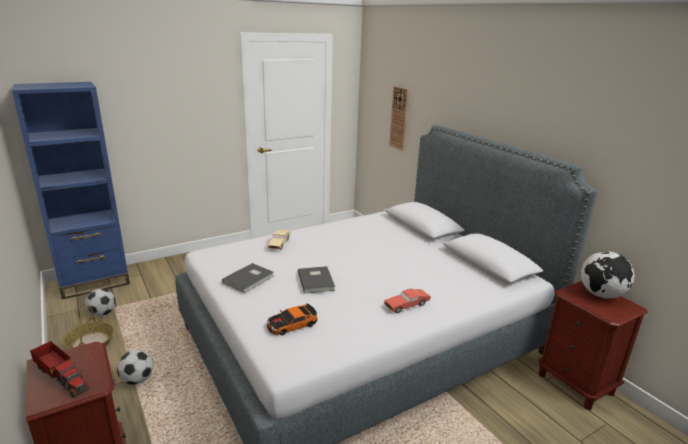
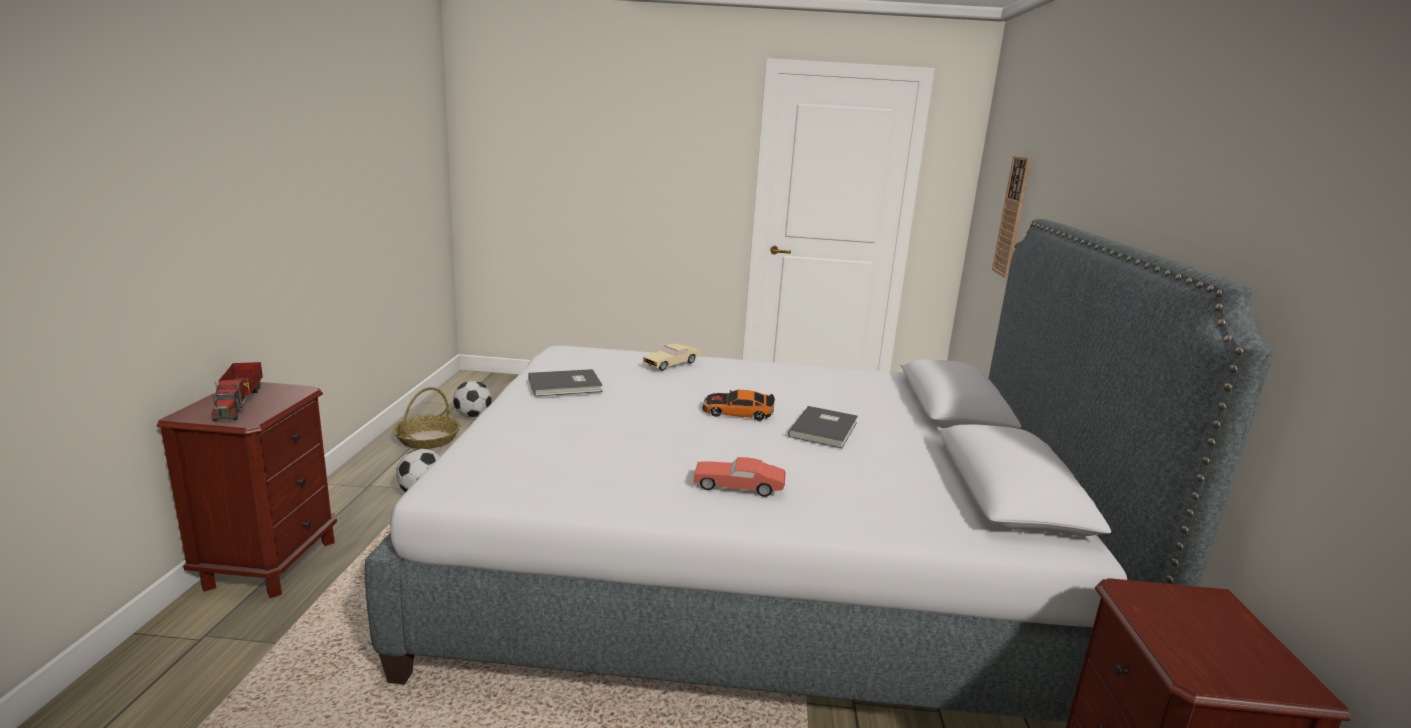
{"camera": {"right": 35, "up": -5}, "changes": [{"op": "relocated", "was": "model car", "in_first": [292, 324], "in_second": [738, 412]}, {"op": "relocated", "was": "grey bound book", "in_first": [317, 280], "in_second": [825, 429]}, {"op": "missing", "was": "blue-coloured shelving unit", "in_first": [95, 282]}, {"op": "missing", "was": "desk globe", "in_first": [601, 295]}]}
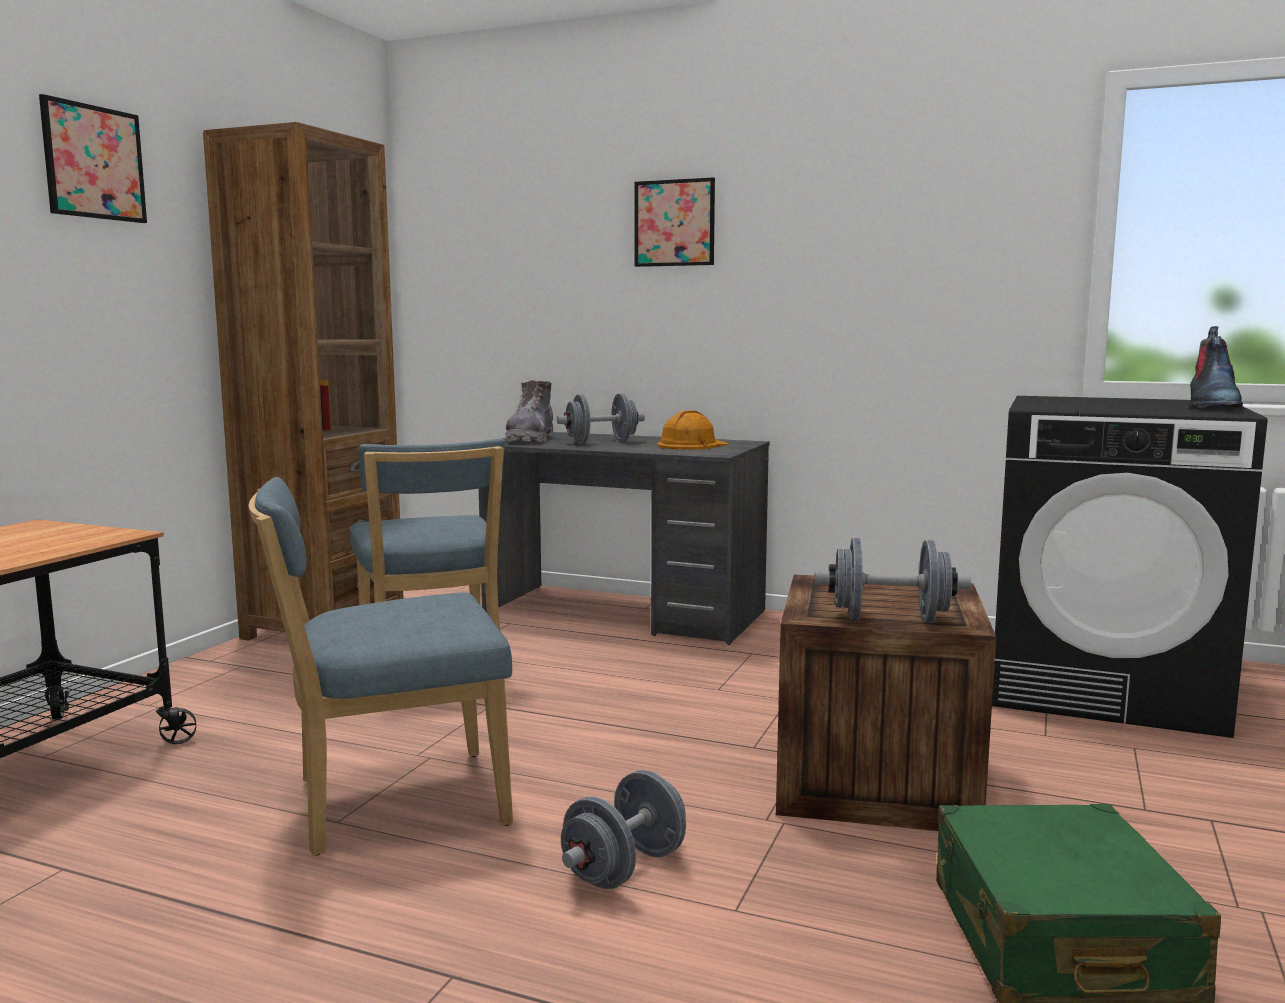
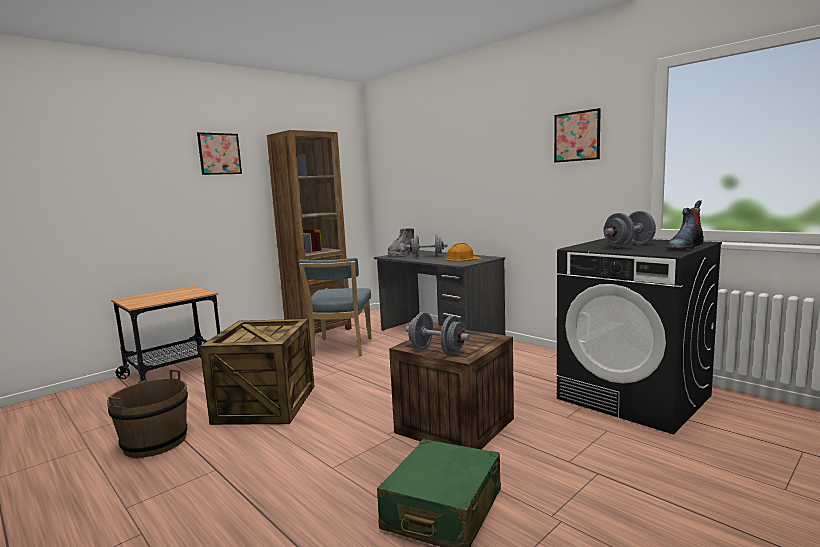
{"camera": {"right": 25, "up": 0}, "changes": [{"op": "appeared", "now": "brownish pail", "in_second": [155, 442]}, {"op": "exchanged", "was": "blue-coloured plain chair", "now": "packing crate", "in_first": [390, 803], "in_second": [264, 404]}, {"op": "relocated", "was": "wall picture", "in_first": [674, 223], "in_second": [577, 136]}, {"op": "relocated", "was": "grey hand weight", "in_first": [624, 868], "in_second": [629, 245]}]}
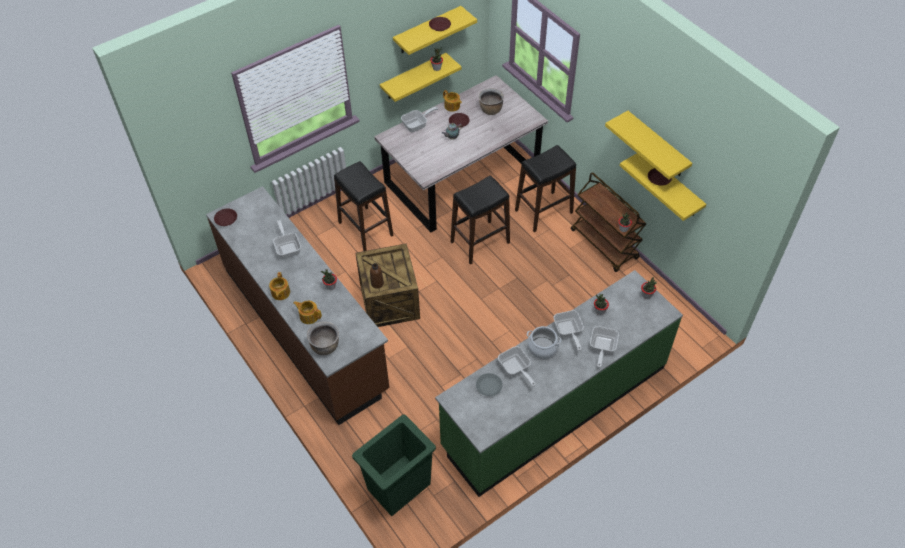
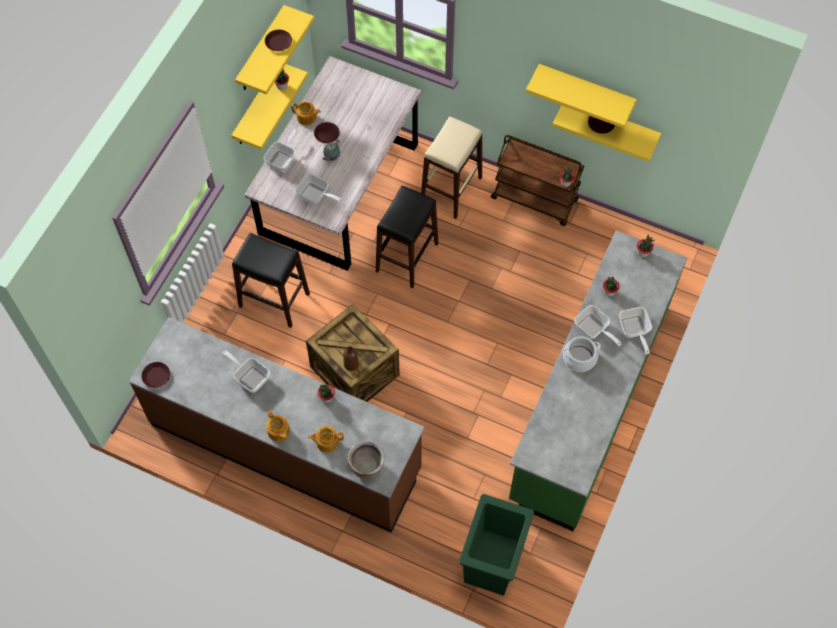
{"camera": {"right": -30, "up": 10}, "changes": [{"op": "relocated", "was": "skillet", "in_first": [515, 370], "in_second": [316, 196]}, {"op": "colour", "was": "black-coloured stool", "now": "sand-coloured stool", "in_first": [543, 212], "in_second": [451, 190]}, {"op": "missing", "was": "grey plate", "in_first": [489, 386]}, {"op": "missing", "was": "brownish stockpot", "in_first": [490, 110]}]}
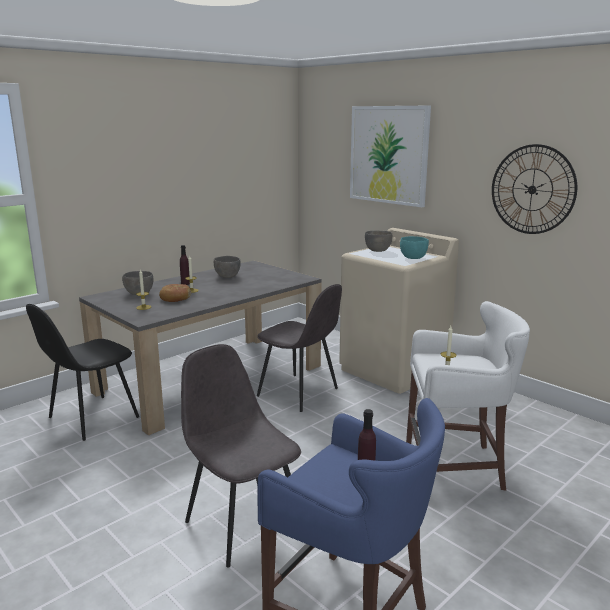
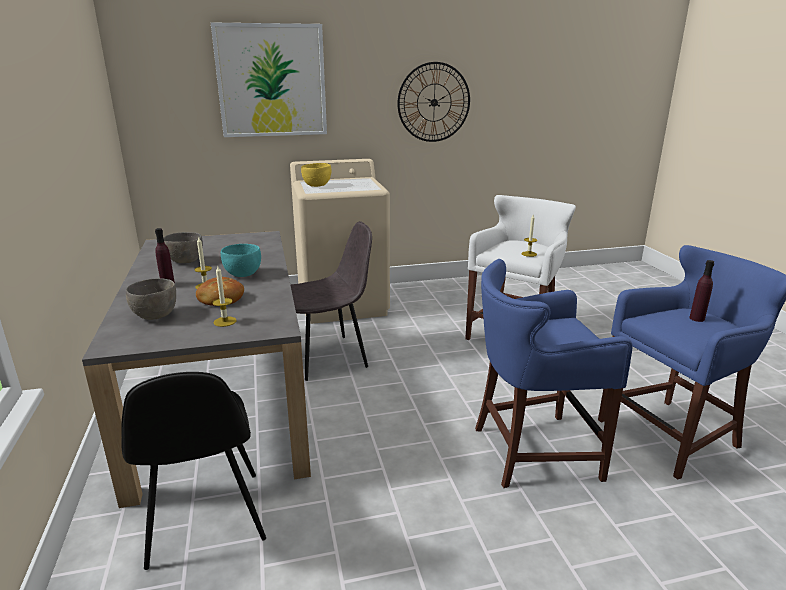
{"camera": {"right": -60, "up": 5}, "changes": [{"op": "relocated", "was": "turquoise bowl", "in_first": [413, 258], "in_second": [243, 274]}, {"op": "colour", "was": "grey bowl", "now": "yellow-coloured bowl", "in_first": [378, 251], "in_second": [317, 186]}, {"op": "exchanged", "was": "grey plain chair", "now": "blue-coloured stool", "in_first": [243, 522], "in_second": [531, 451]}]}
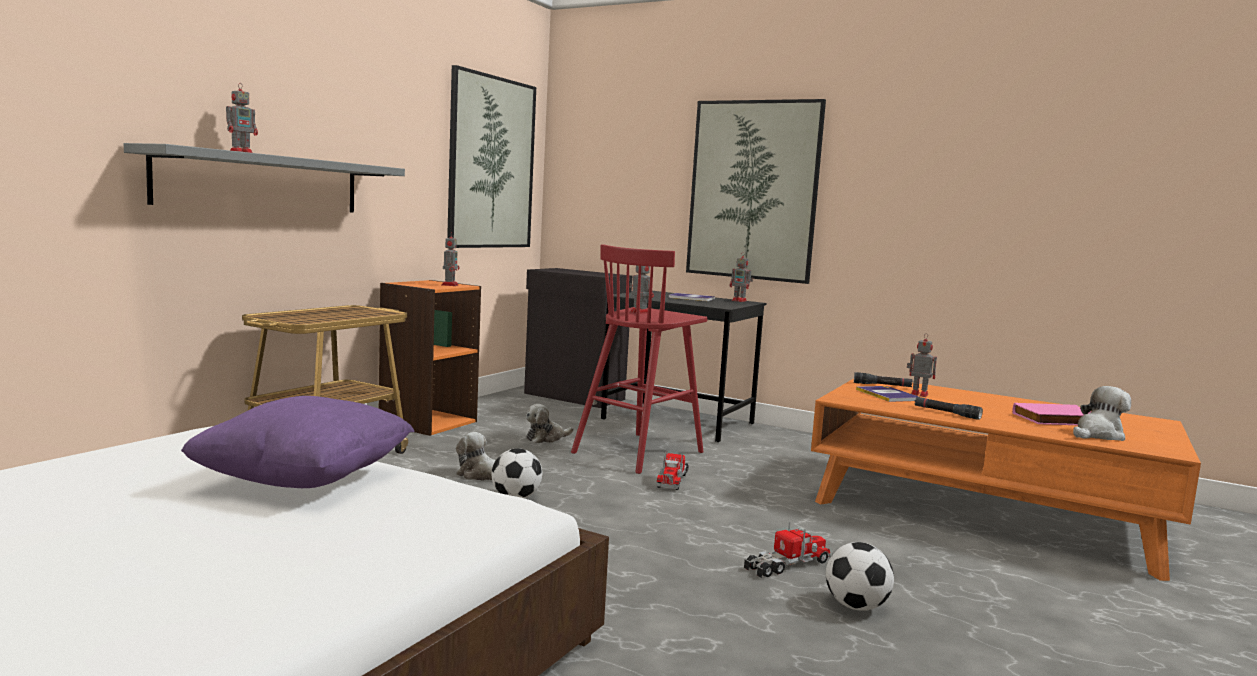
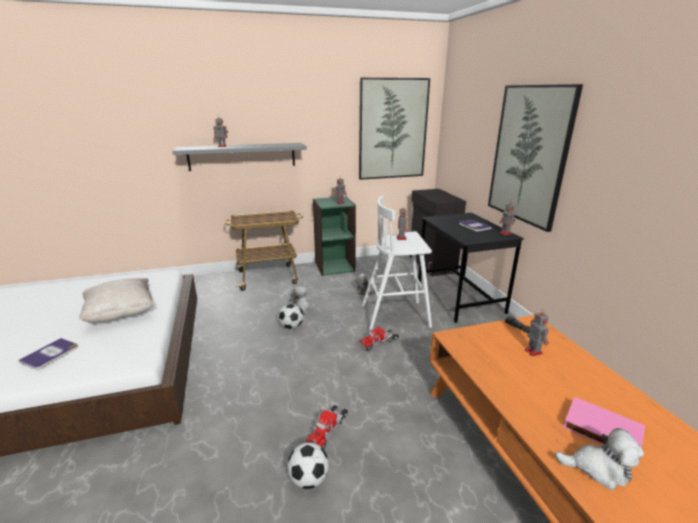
{"camera": {"right": 45, "up": 15}, "changes": [{"op": "relocated", "was": "bound book", "in_first": [887, 395], "in_second": [50, 354]}, {"op": "colour", "was": "purple cushion", "now": "sand-coloured cushion", "in_first": [304, 482], "in_second": [121, 314]}, {"op": "spun", "was": "toy truck", "in_first": [787, 565], "in_second": [328, 429], "clockwise": 105}, {"op": "colour", "was": "orange-coloured shelving unit", "now": "green-coloured shelving unit", "in_first": [427, 422], "in_second": [334, 266]}, {"op": "colour", "was": "reddish stool", "now": "white stool", "in_first": [639, 452], "in_second": [396, 316]}, {"op": "missing", "was": "black-coloured hand torch", "in_first": [946, 413]}]}
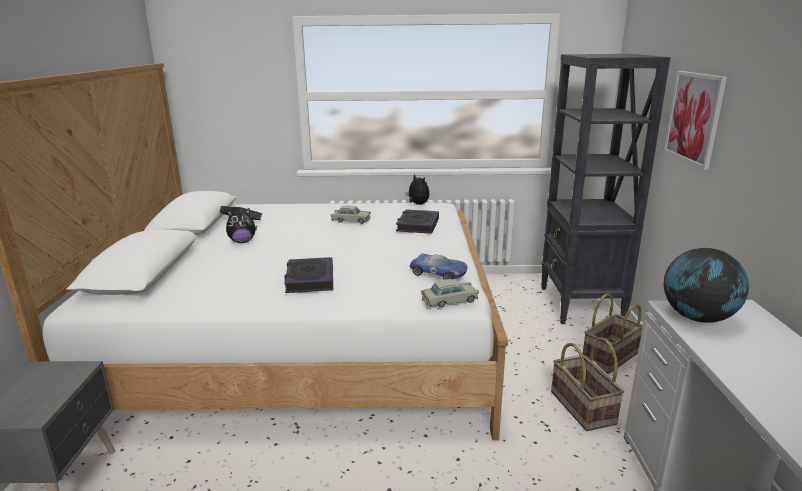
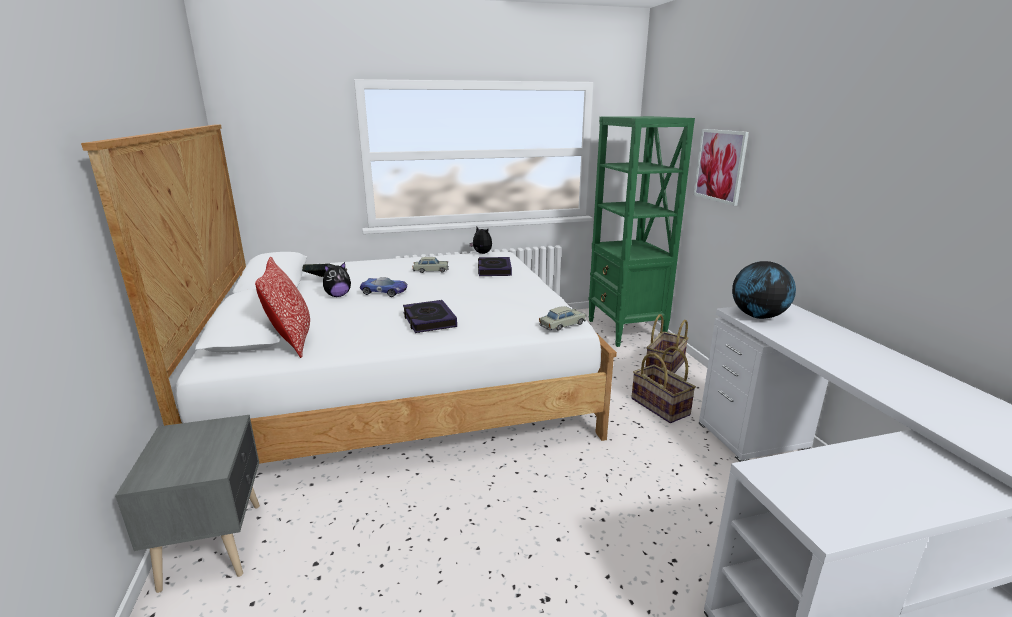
{"camera": {"right": -15, "up": 0}, "changes": [{"op": "appeared", "now": "cushion", "in_second": [292, 341]}, {"op": "relocated", "was": "model car", "in_first": [439, 273], "in_second": [385, 291]}, {"op": "colour", "was": "black-coloured shelving unit", "now": "green-coloured shelving unit", "in_first": [580, 305], "in_second": [625, 330]}]}
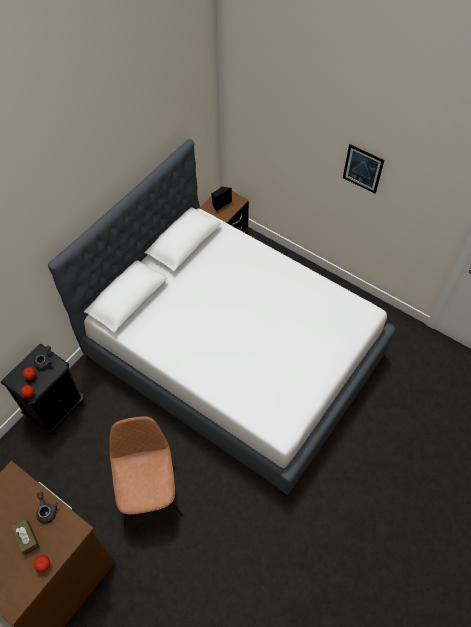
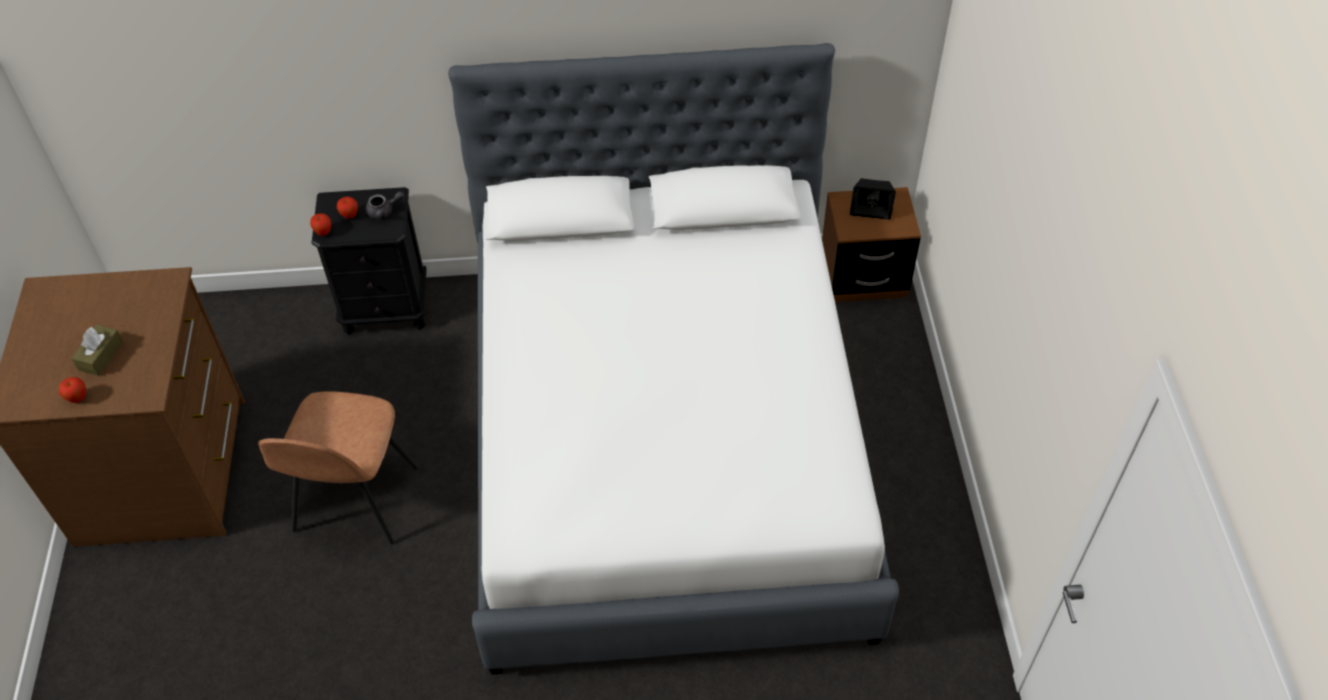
{"camera": {"right": 50, "up": -5}, "changes": [{"op": "spun", "was": "brownish plain chair", "in_first": [150, 493], "in_second": [354, 502], "clockwise": 150}, {"op": "missing", "was": "grey teapot", "in_first": [47, 510]}, {"op": "missing", "was": "wall picture", "in_first": [363, 169]}]}
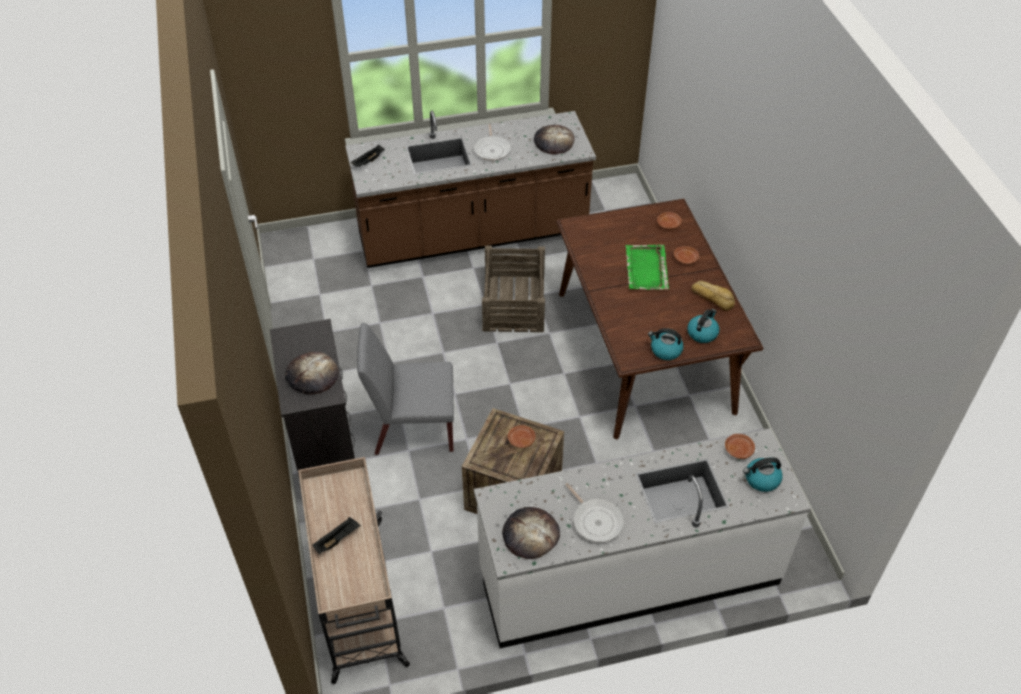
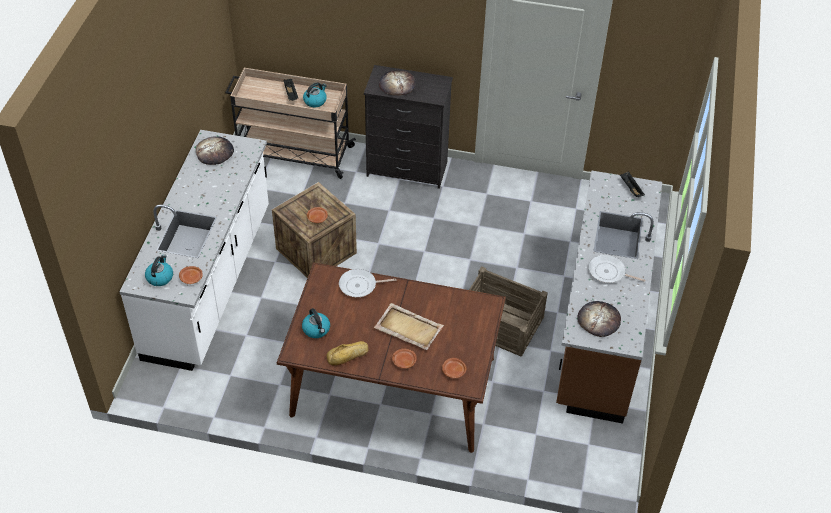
{"camera": {"right": 115, "up": 0}, "changes": [{"op": "relocated", "was": "tea kettle", "in_first": [665, 350], "in_second": [315, 101]}, {"op": "relocated", "was": "skillet", "in_first": [596, 520], "in_second": [360, 285]}, {"op": "colour", "was": "green-coloured tray", "now": "sand-coloured tray", "in_first": [646, 269], "in_second": [408, 328]}, {"op": "missing", "was": "grey plain chair", "in_first": [413, 428]}]}
